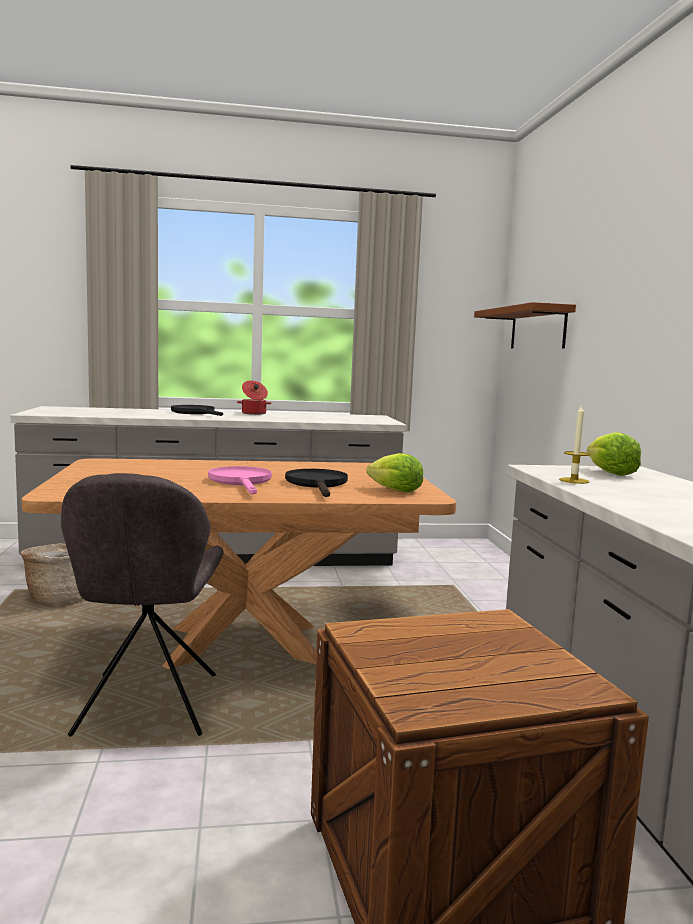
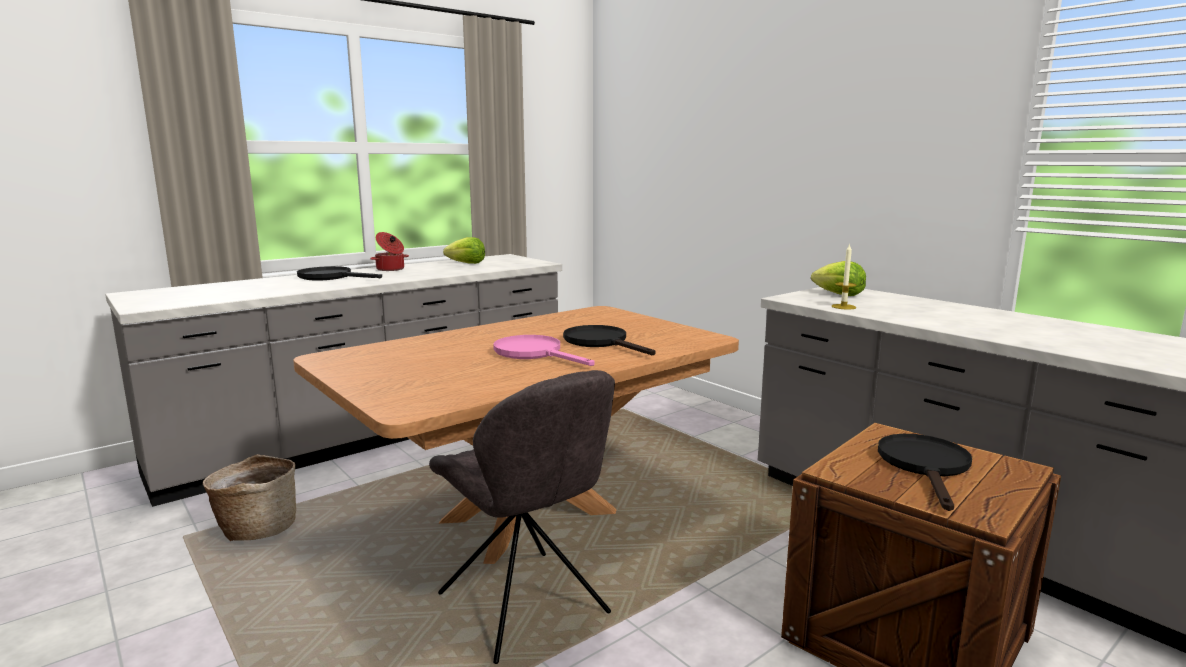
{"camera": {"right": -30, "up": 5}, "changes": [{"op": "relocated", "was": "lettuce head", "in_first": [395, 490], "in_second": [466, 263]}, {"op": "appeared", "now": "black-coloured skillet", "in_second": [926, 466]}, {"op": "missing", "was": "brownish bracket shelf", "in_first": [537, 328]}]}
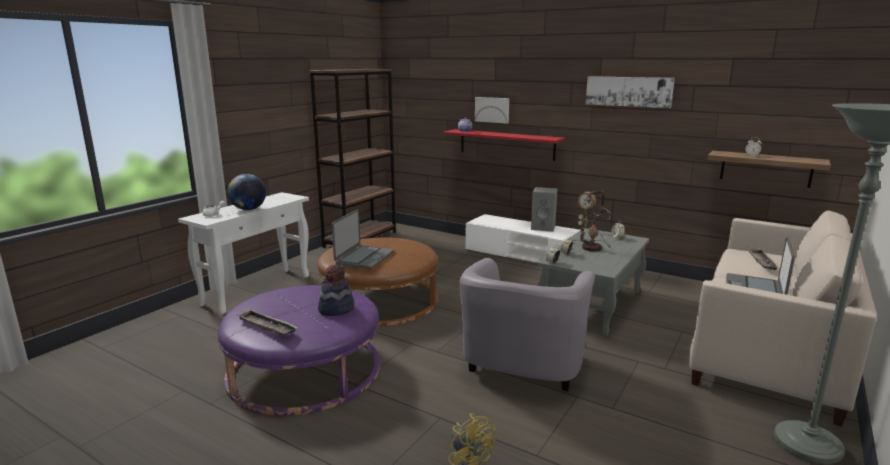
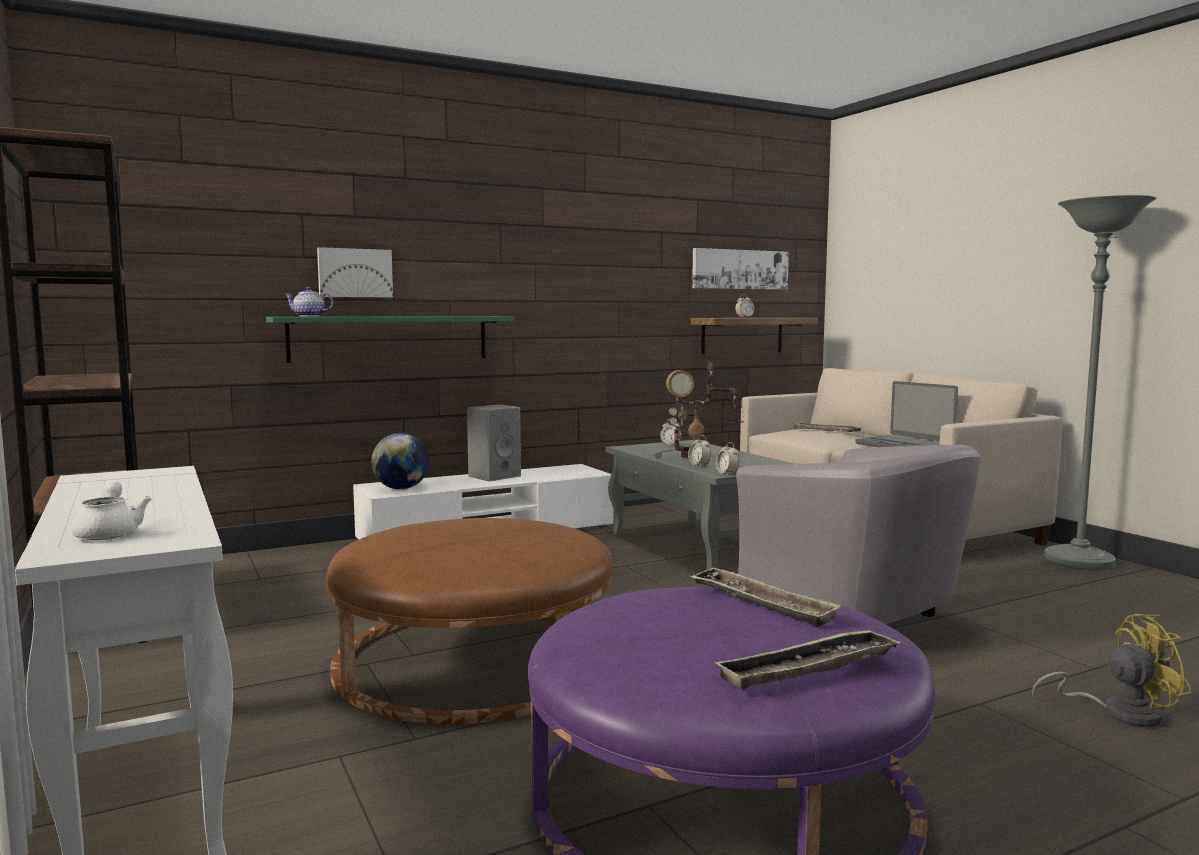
{"camera": {"right": -60, "up": -10}, "changes": [{"op": "colour", "was": "reddish bracket shelf", "now": "green-coloured bracket shelf", "in_first": [506, 144], "in_second": [390, 338]}, {"op": "relocated", "was": "desk globe", "in_first": [249, 209], "in_second": [401, 488]}, {"op": "exchanged", "was": "hat", "now": "tray", "in_first": [336, 309], "in_second": [761, 603]}, {"op": "relocated", "was": "wall picture", "in_first": [628, 91], "in_second": [740, 269]}, {"op": "missing", "was": "laptop", "in_first": [364, 258]}]}
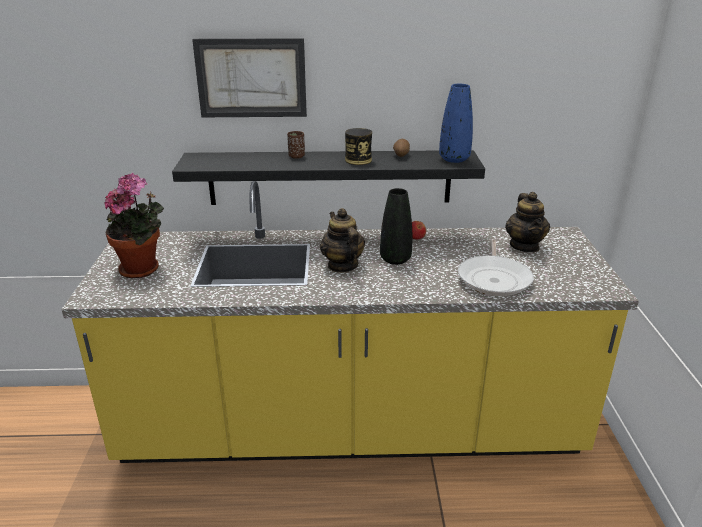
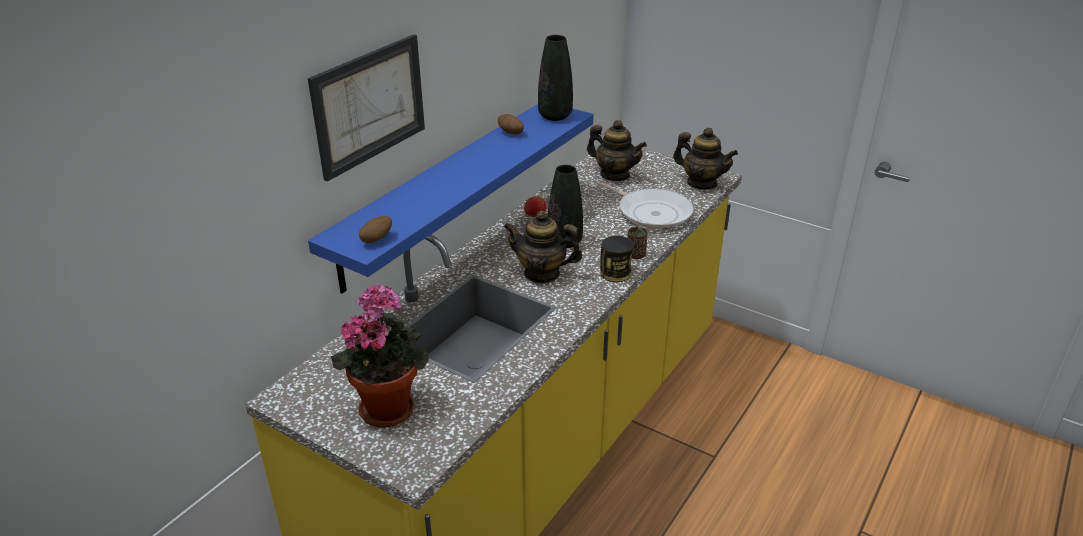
{"camera": {"right": -55, "up": 5}, "changes": [{"op": "colour", "was": "black-coloured bracket shelf", "now": "blue-coloured bracket shelf", "in_first": [330, 177], "in_second": [444, 191]}, {"op": "appeared", "now": "spud", "in_second": [376, 239]}, {"op": "colour", "was": "blue-coloured vase", "now": "black-coloured vase", "in_first": [454, 159], "in_second": [555, 116]}, {"op": "relocated", "was": "metal can", "in_first": [358, 160], "in_second": [615, 273]}, {"op": "relocated", "was": "brownish drinking cup", "in_first": [296, 156], "in_second": [636, 255]}, {"op": "appeared", "now": "teapot", "in_second": [701, 183]}]}
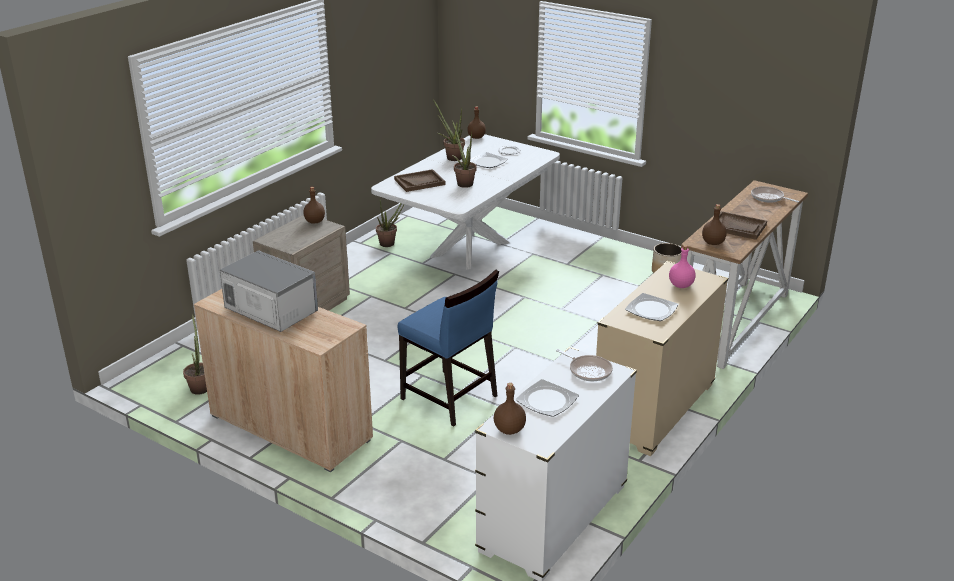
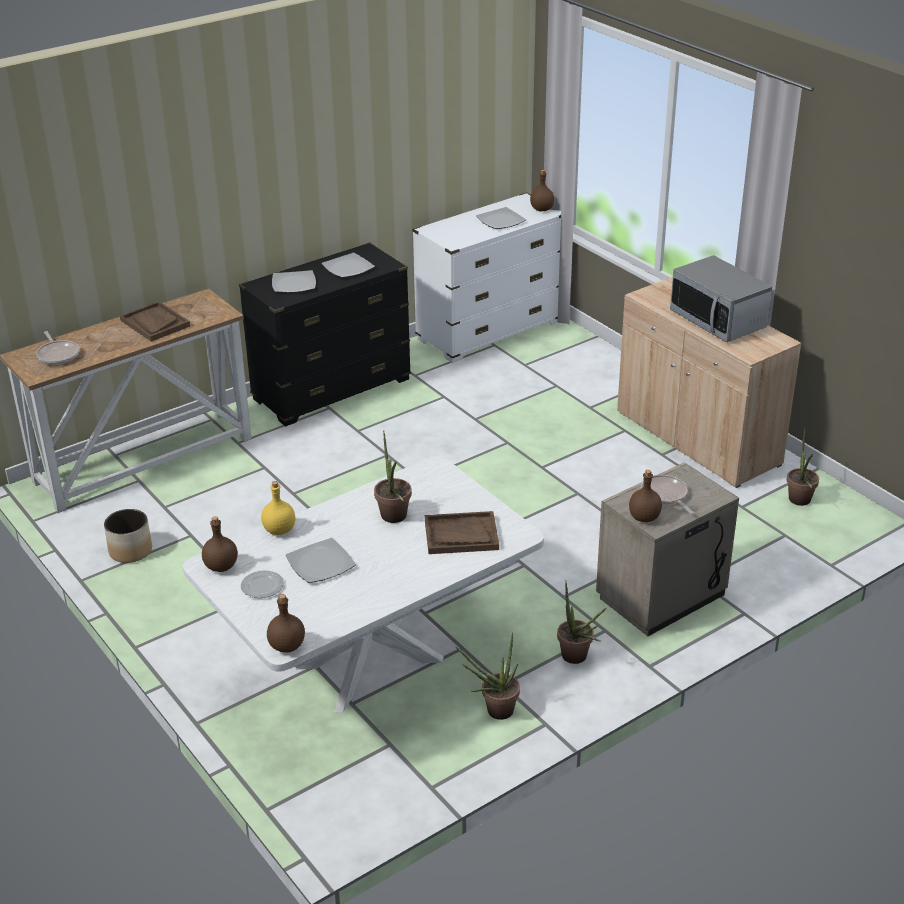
{"camera": {"right": -160, "up": 5}, "changes": [{"op": "relocated", "was": "brownish beverage bottle", "in_first": [713, 243], "in_second": [220, 566]}, {"op": "colour", "was": "sand-coloured chest of drawers", "now": "black-coloured chest of drawers", "in_first": [654, 409], "in_second": [332, 390]}, {"op": "appeared", "now": "yellow-coloured beverage bottle", "in_second": [279, 530]}, {"op": "exchanged", "was": "pink-coloured beverage bottle", "now": "plate", "in_first": [680, 285], "in_second": [293, 284]}, {"op": "relocated", "was": "houseplant", "in_first": [451, 157], "in_second": [577, 659]}, {"op": "relocated", "was": "skillet", "in_first": [588, 370], "in_second": [665, 495]}, {"op": "missing", "was": "blue-coloured plain chair", "in_first": [449, 398]}]}
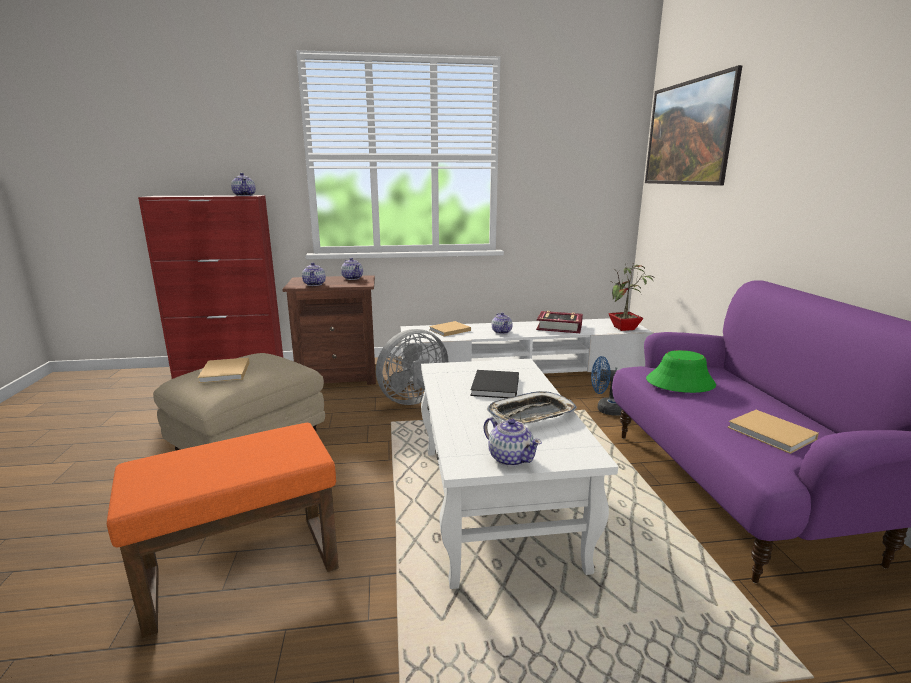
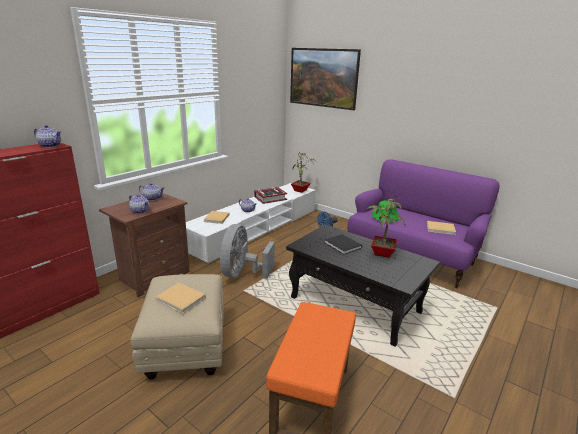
{"camera": {"right": -45, "up": 5}, "changes": [{"op": "colour", "was": "white lounge table", "now": "black-coloured lounge table", "in_first": [496, 504], "in_second": [356, 305]}, {"op": "exchanged", "was": "tray", "now": "houseplant", "in_first": [531, 415], "in_second": [381, 253]}, {"op": "missing", "was": "teapot", "in_first": [510, 458]}]}
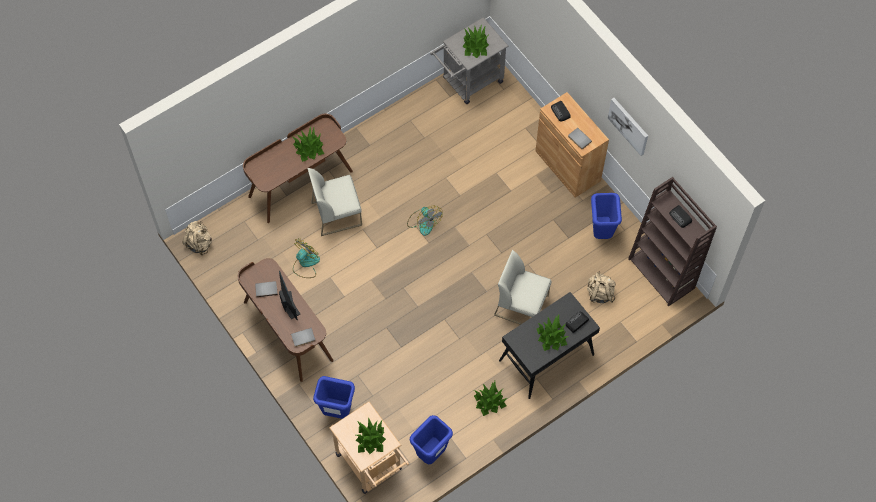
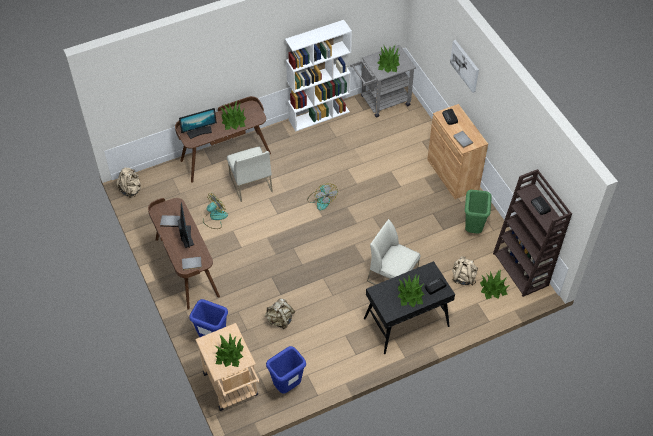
{"camera": {"right": 10, "up": -10}, "changes": [{"op": "appeared", "now": "computer screen", "in_second": [199, 132]}, {"op": "spun", "was": "white plain chair", "in_first": [337, 213], "in_second": [250, 183], "clockwise": -105}, {"op": "appeared", "now": "sand-coloured rucksack", "in_second": [280, 320]}, {"op": "appeared", "now": "white shelving unit", "in_second": [319, 115]}, {"op": "relocated", "was": "wall picture", "in_first": [629, 125], "in_second": [465, 65]}, {"op": "colour", "was": "blue-coloured rubbish bin", "now": "green-coloured rubbish bin", "in_first": [601, 232], "in_second": [473, 229]}, {"op": "relocated", "was": "houseplant", "in_first": [489, 401], "in_second": [493, 288]}]}
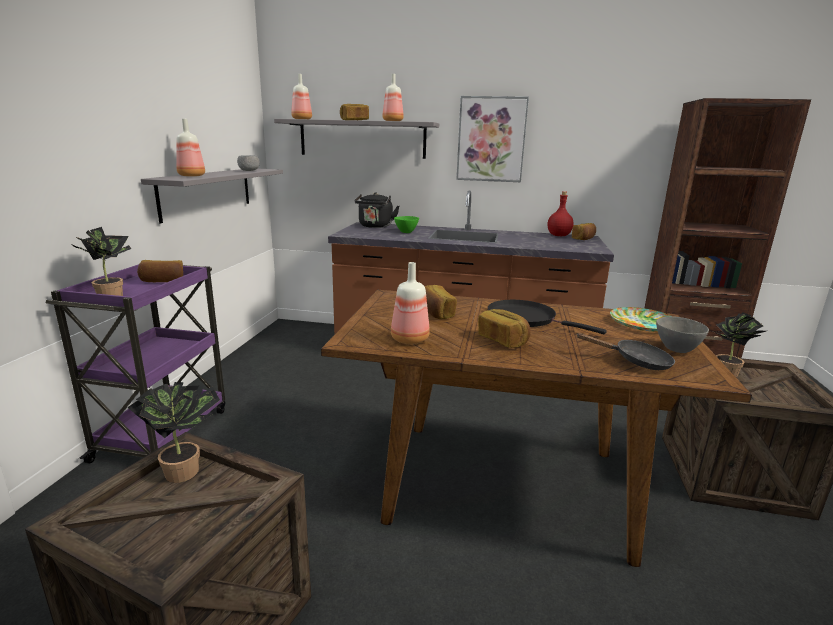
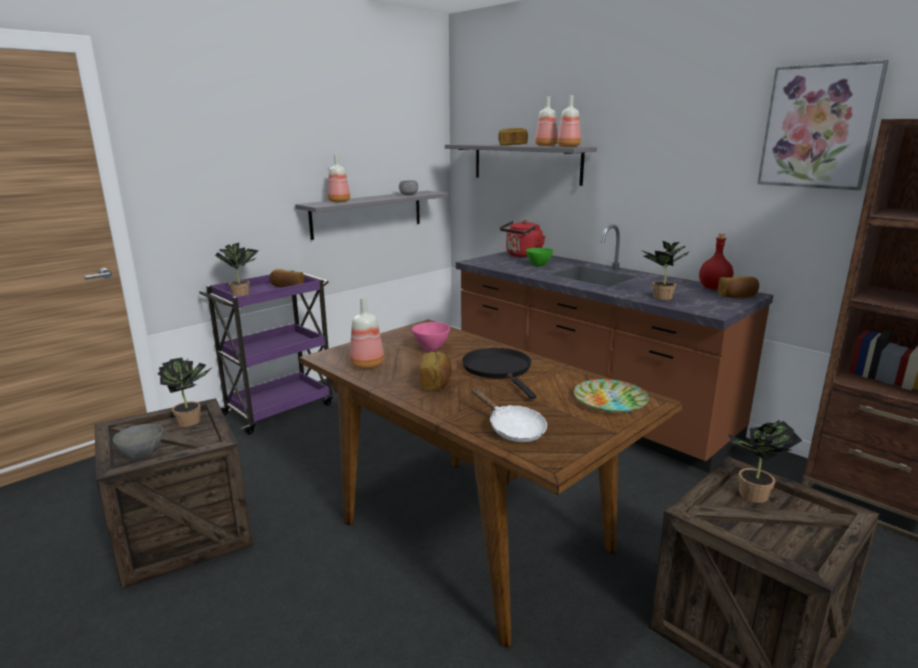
{"camera": {"right": 35, "up": 0}, "changes": [{"op": "relocated", "was": "grey bowl", "in_first": [676, 349], "in_second": [142, 455]}, {"op": "exchanged", "was": "baked bread", "now": "pink-coloured bowl", "in_first": [435, 313], "in_second": [431, 348]}, {"op": "colour", "was": "black-coloured skillet", "now": "white skillet", "in_first": [636, 361], "in_second": [512, 429]}, {"op": "colour", "was": "black-coloured tea kettle", "now": "reddish tea kettle", "in_first": [375, 226], "in_second": [522, 255]}, {"op": "relocated", "was": "beverage bottle", "in_first": [302, 119], "in_second": [569, 146]}, {"op": "appeared", "now": "houseplant", "in_second": [660, 297]}, {"op": "relocated", "was": "wall picture", "in_first": [491, 139], "in_second": [818, 127]}]}
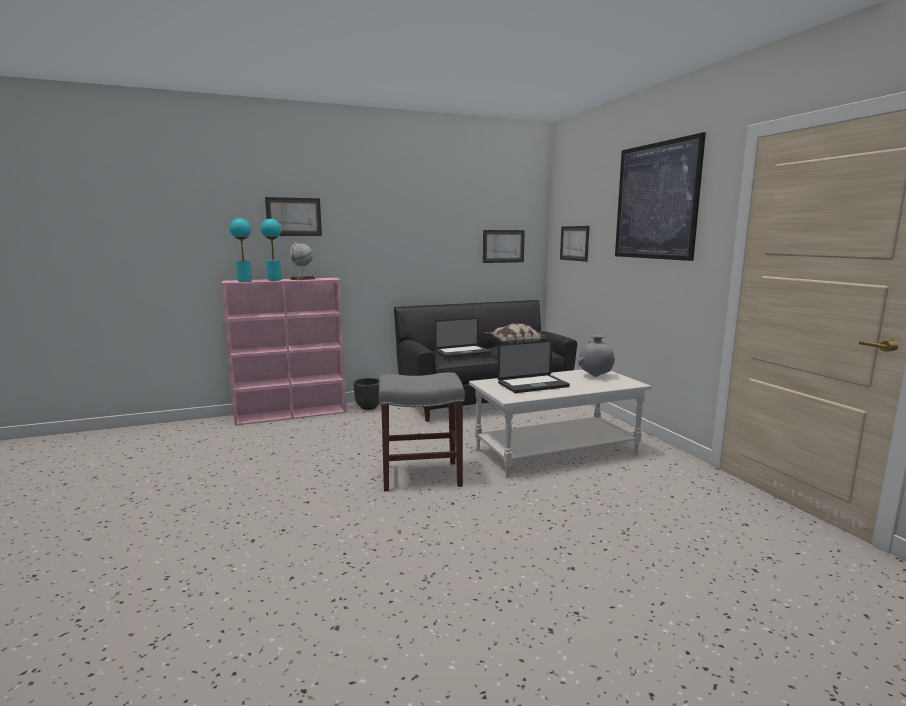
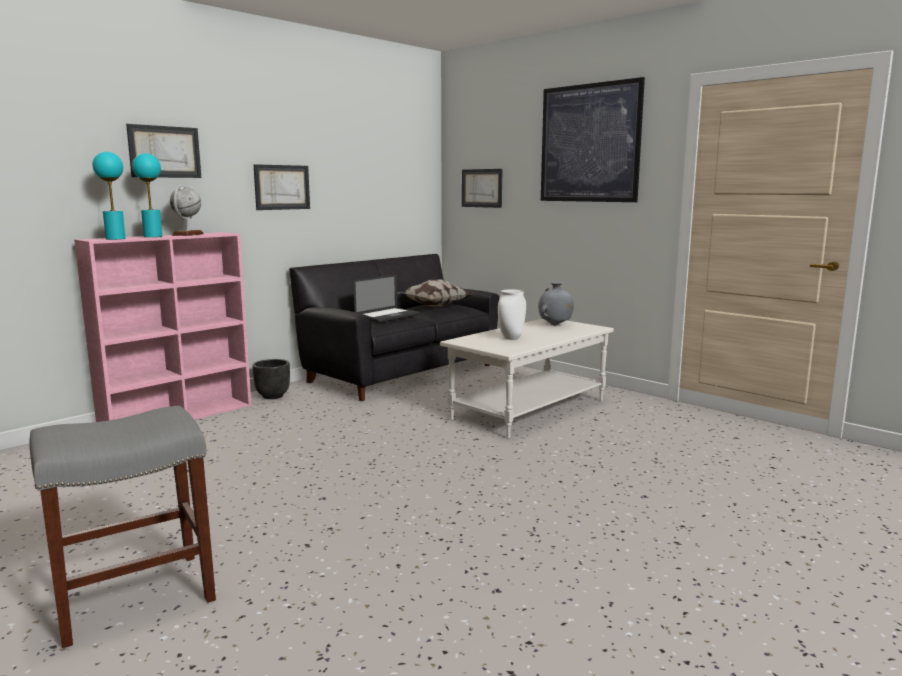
{"camera": {"right": -25, "up": 0}, "changes": [{"op": "relocated", "was": "grey stool", "in_first": [422, 475], "in_second": [137, 595]}, {"op": "relocated", "was": "wall picture", "in_first": [503, 246], "in_second": [282, 187]}, {"op": "exchanged", "was": "laptop", "now": "white vase", "in_first": [533, 385], "in_second": [510, 338]}]}
